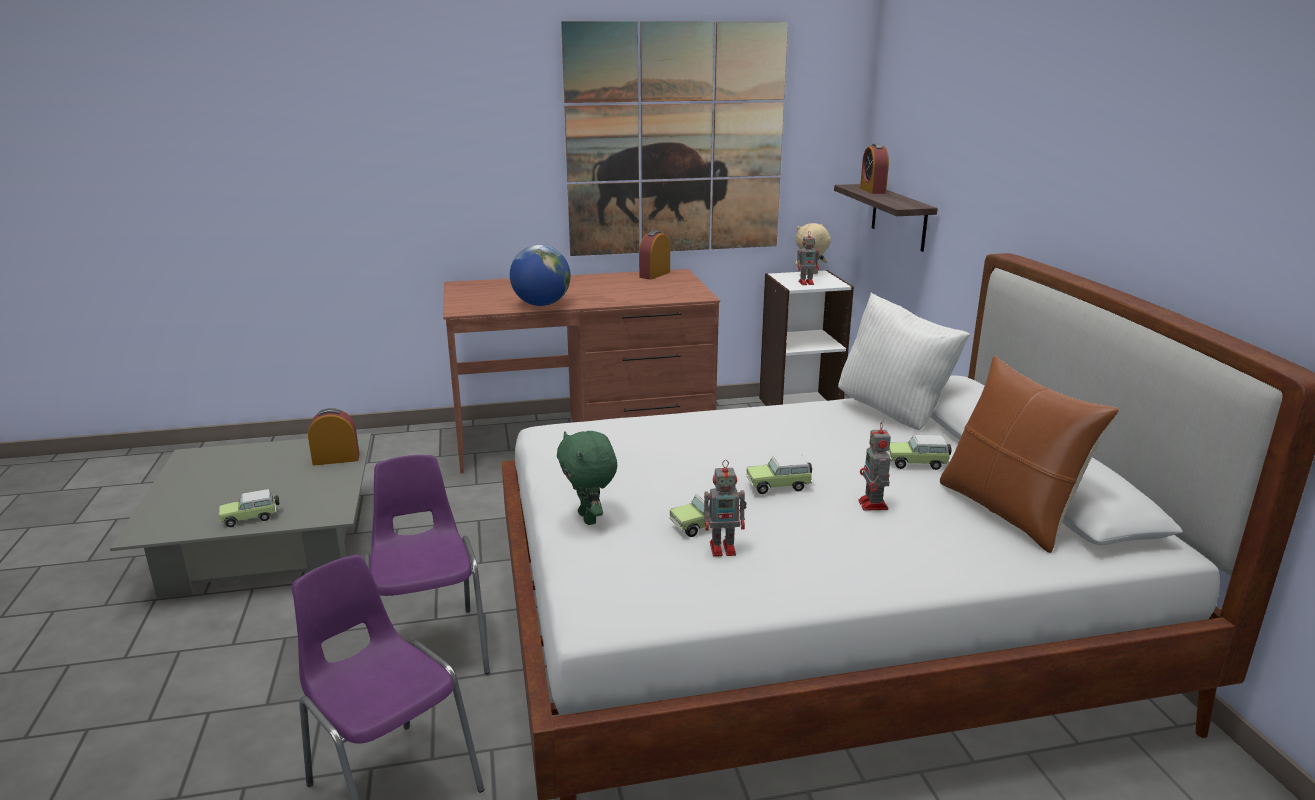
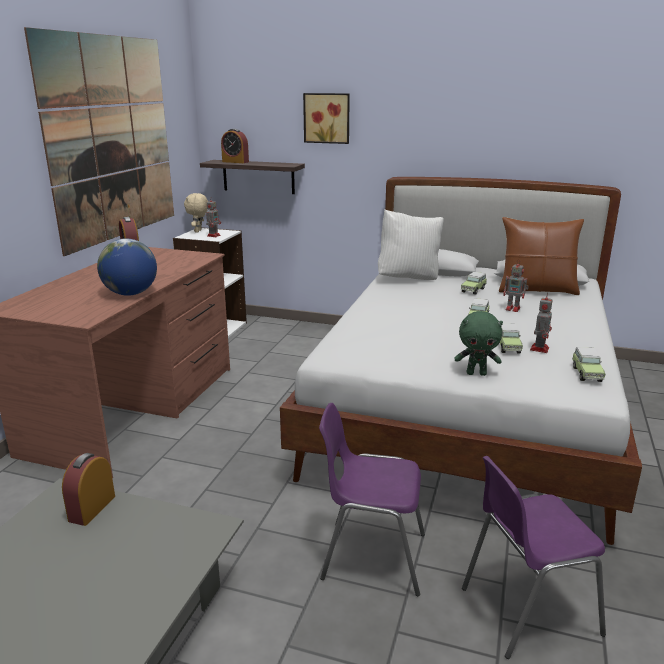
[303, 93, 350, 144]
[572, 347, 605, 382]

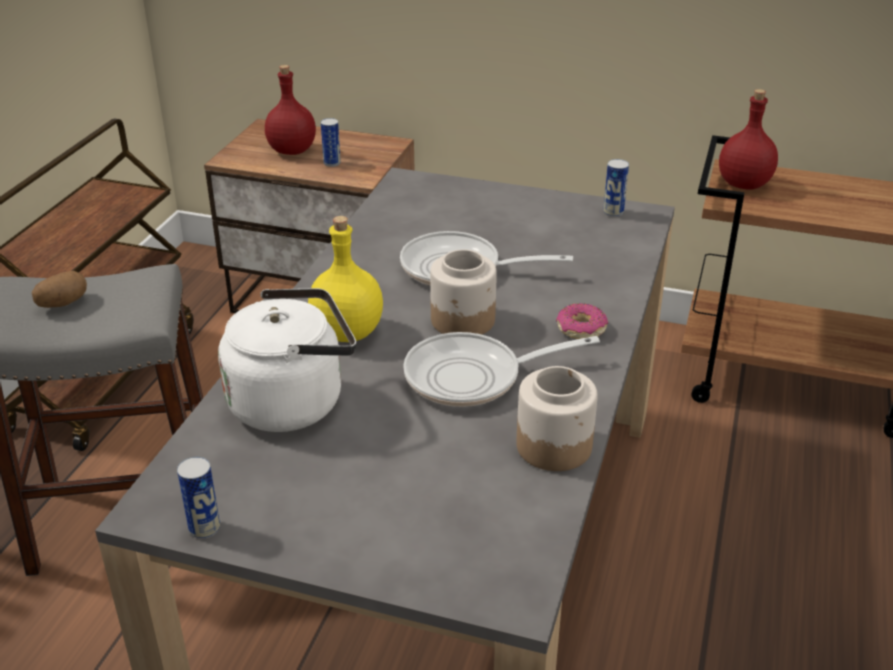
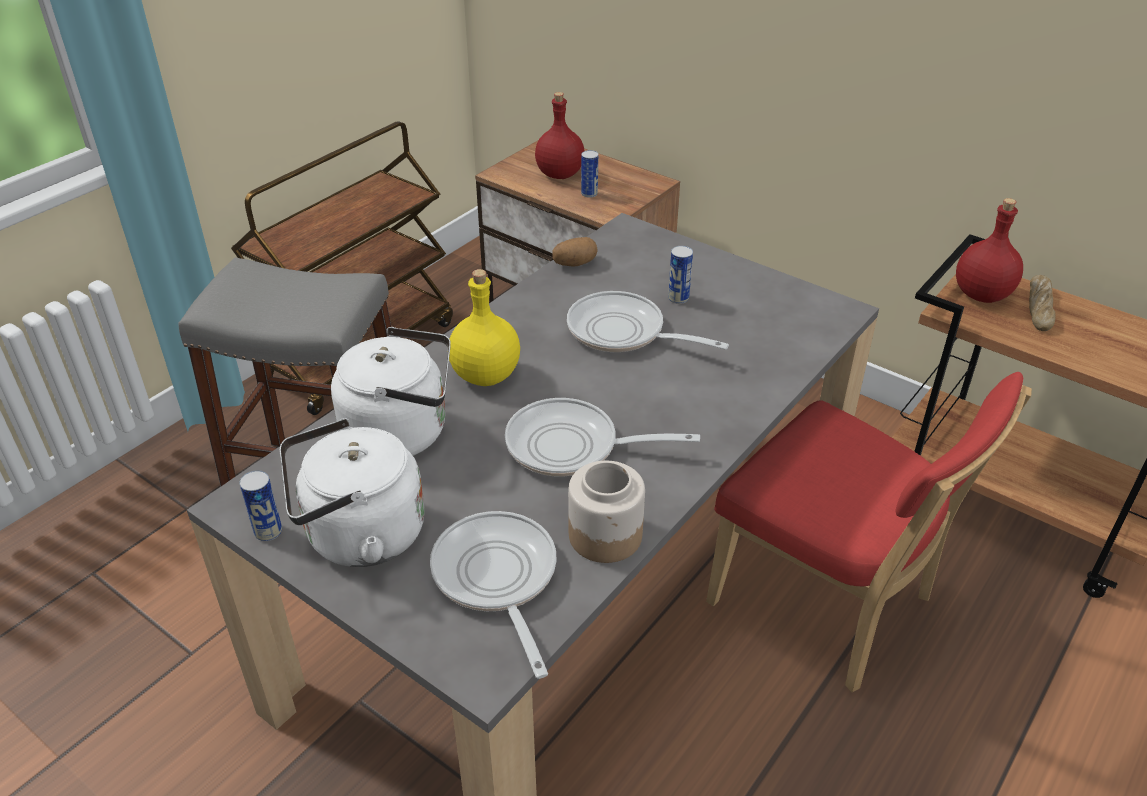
[430, 249, 497, 334] (first image)
[556, 303, 608, 339] (first image)
[280, 418, 425, 567]
[430, 511, 557, 679]
[706, 372, 1032, 692]
[1029, 275, 1056, 331]
[552, 237, 597, 267]
[668, 246, 693, 304]

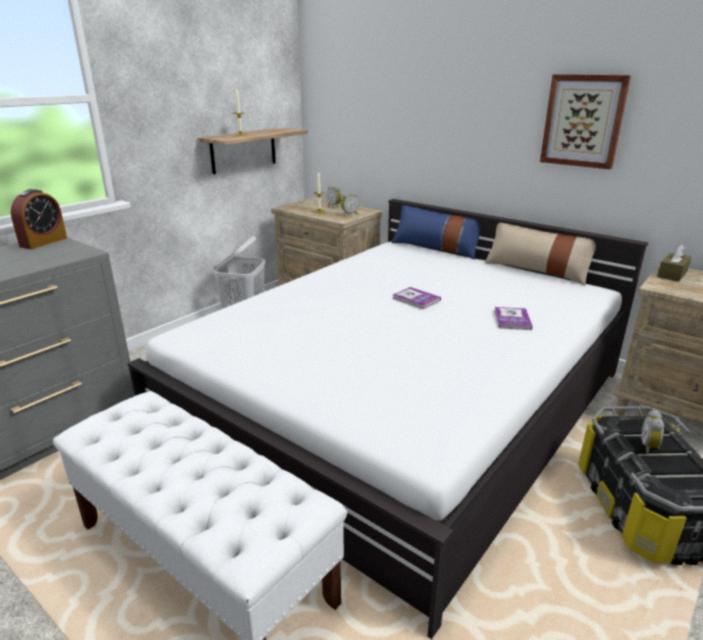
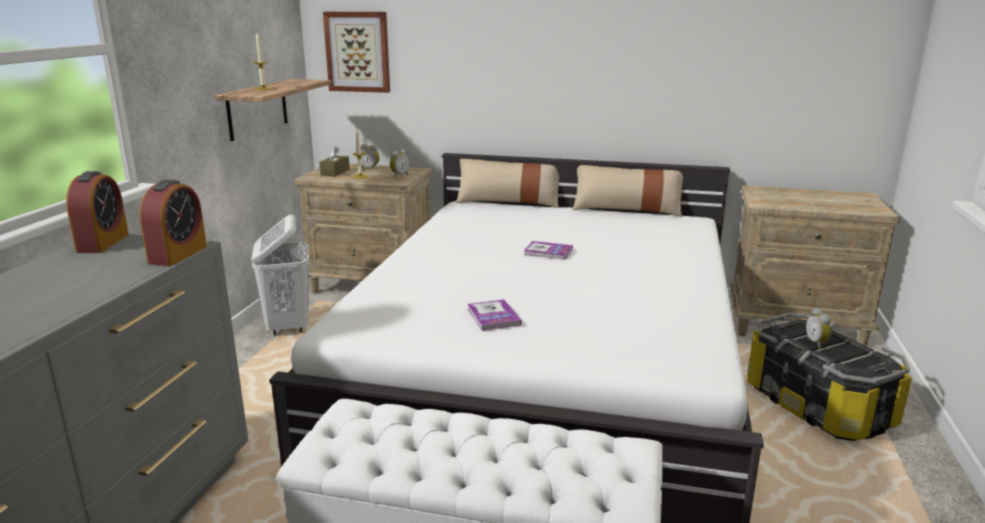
[140, 180, 207, 266]
[467, 299, 521, 331]
[323, 12, 390, 93]
[319, 146, 350, 176]
[456, 159, 559, 208]

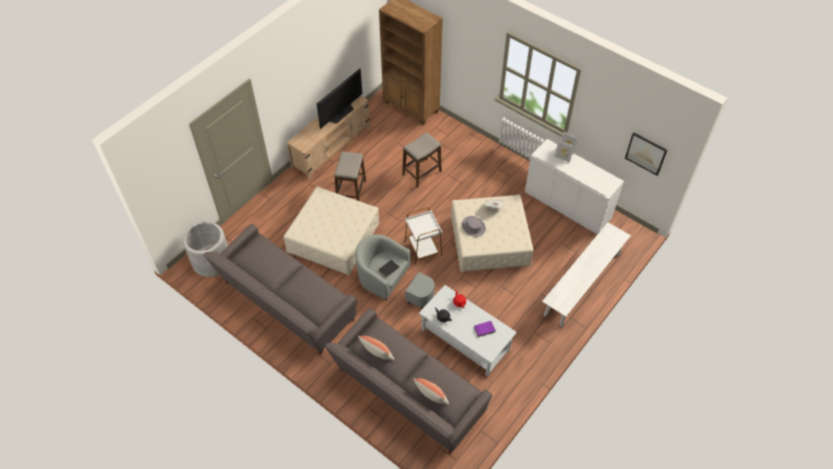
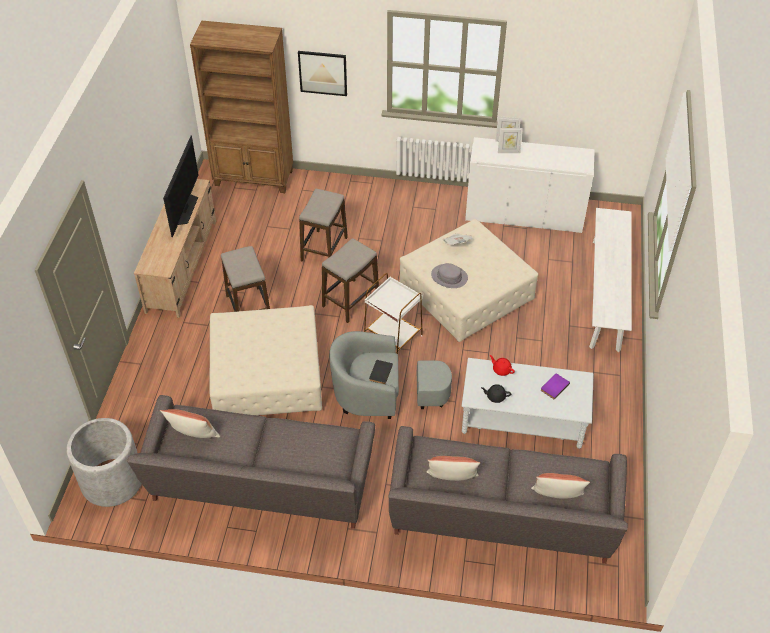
[160, 409, 220, 438]
[322, 238, 379, 323]
[298, 51, 347, 96]

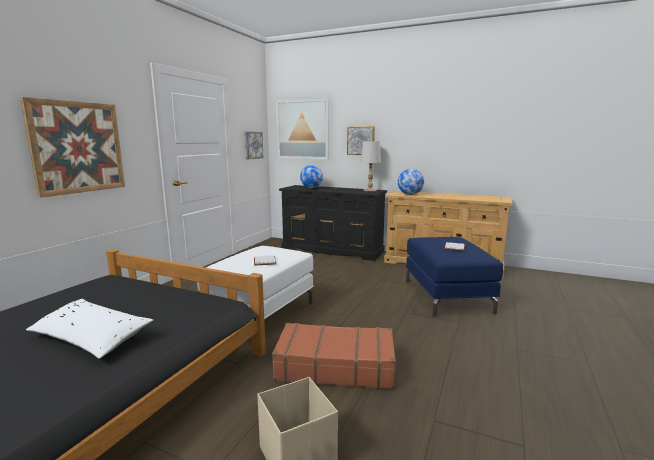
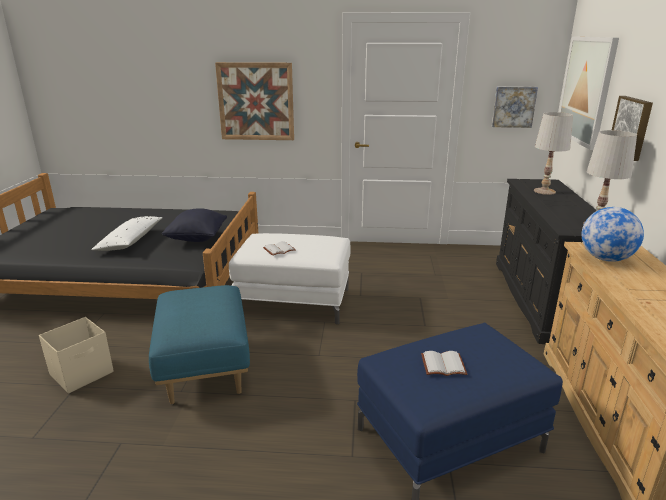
[162, 208, 227, 242]
[149, 285, 250, 404]
[534, 112, 573, 195]

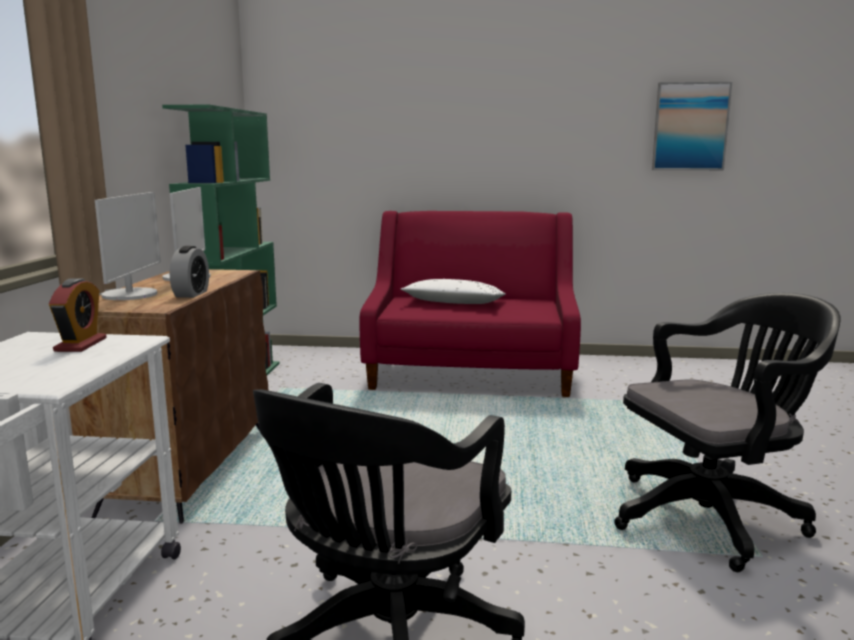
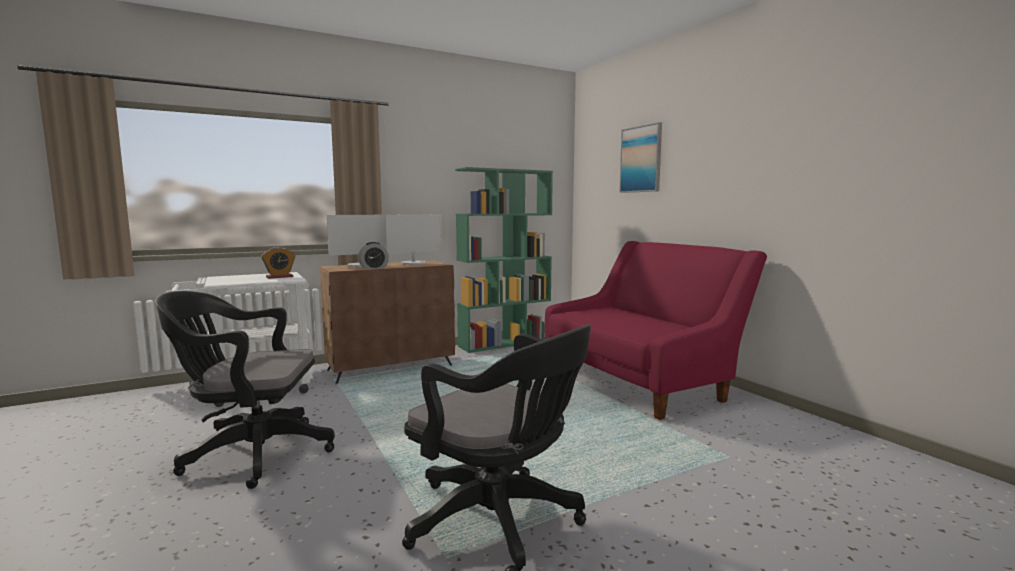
[401, 279, 506, 304] (first image)
[619, 122, 662, 193]

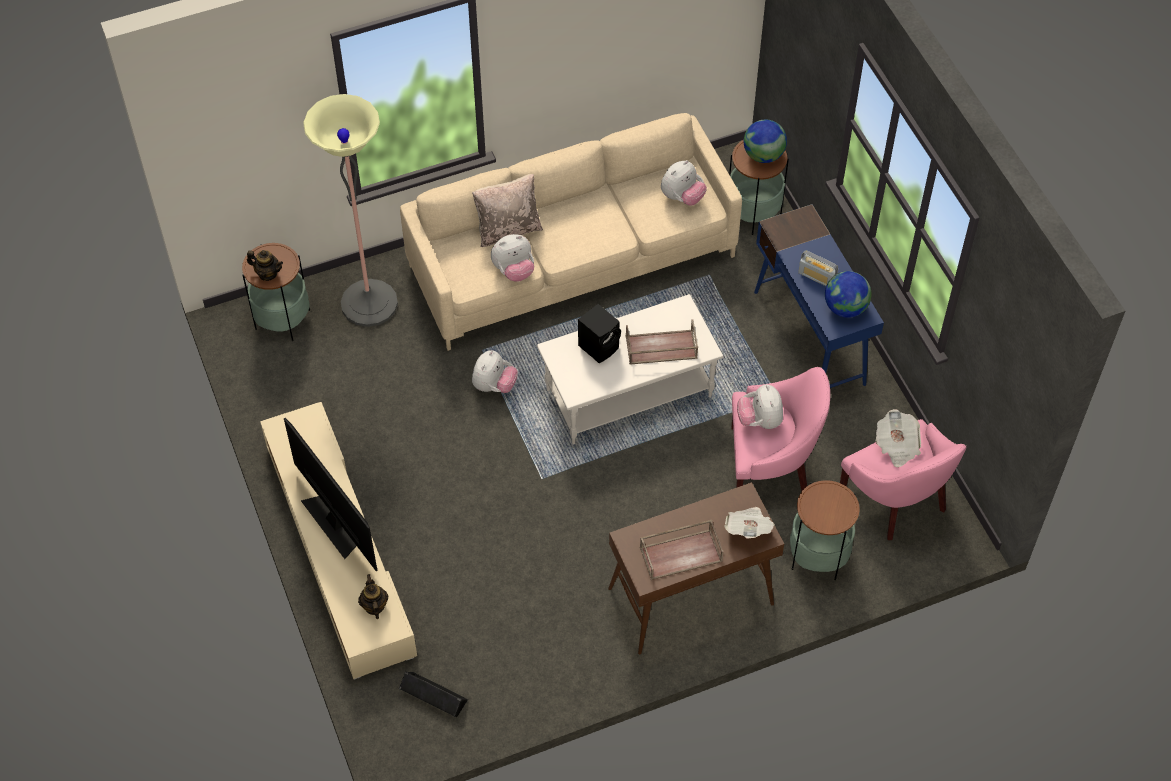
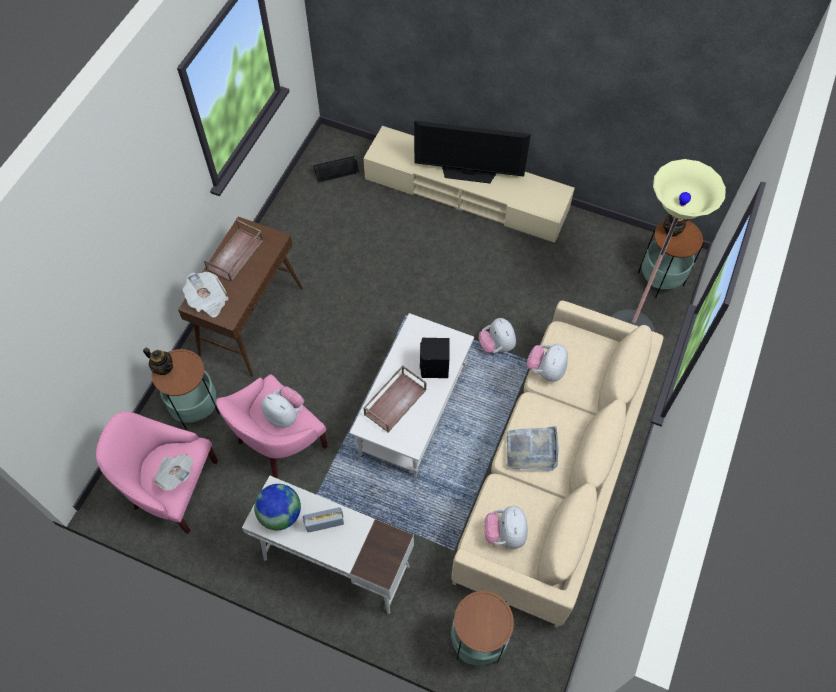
[472, 174, 543, 247] (first image)
[744, 120, 787, 163] (first image)
[506, 426, 559, 471]
[143, 348, 173, 375]
[242, 475, 414, 614]

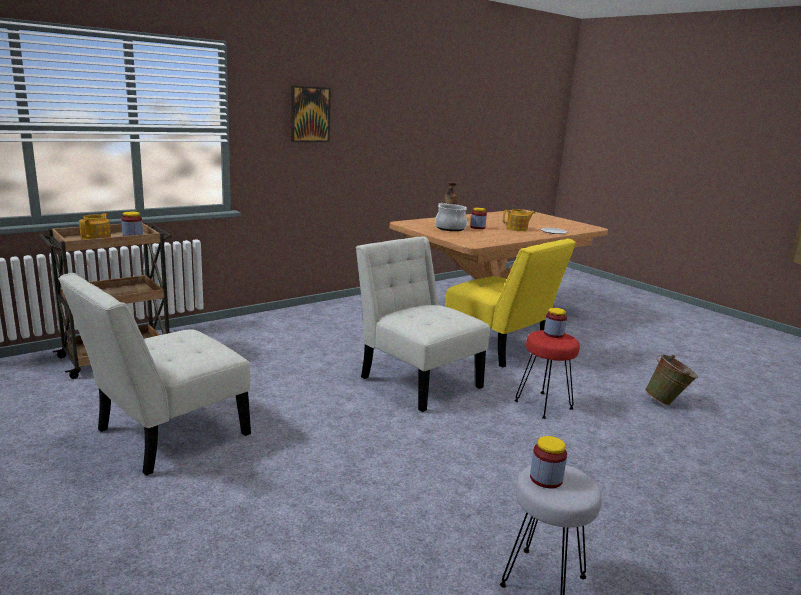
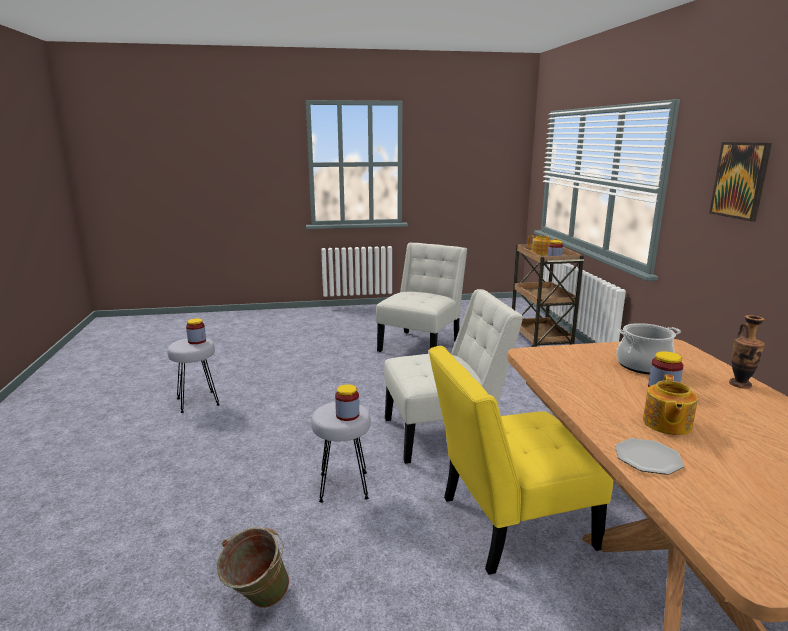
[311, 402, 371, 503]
[376, 242, 467, 352]

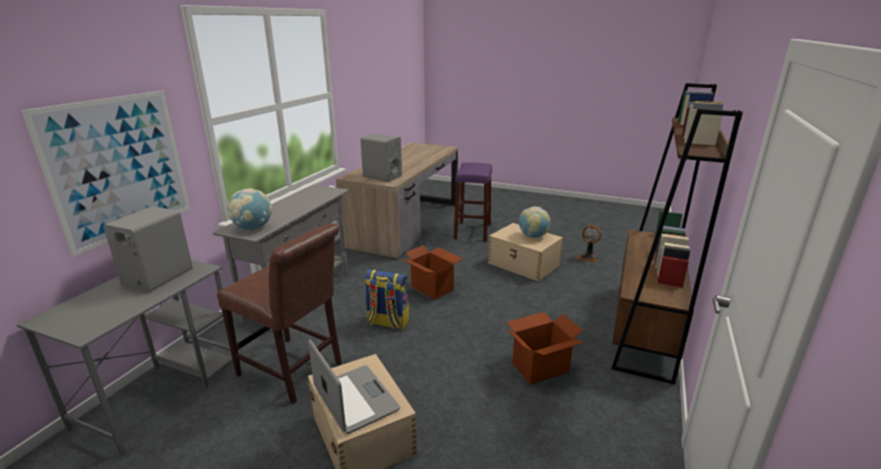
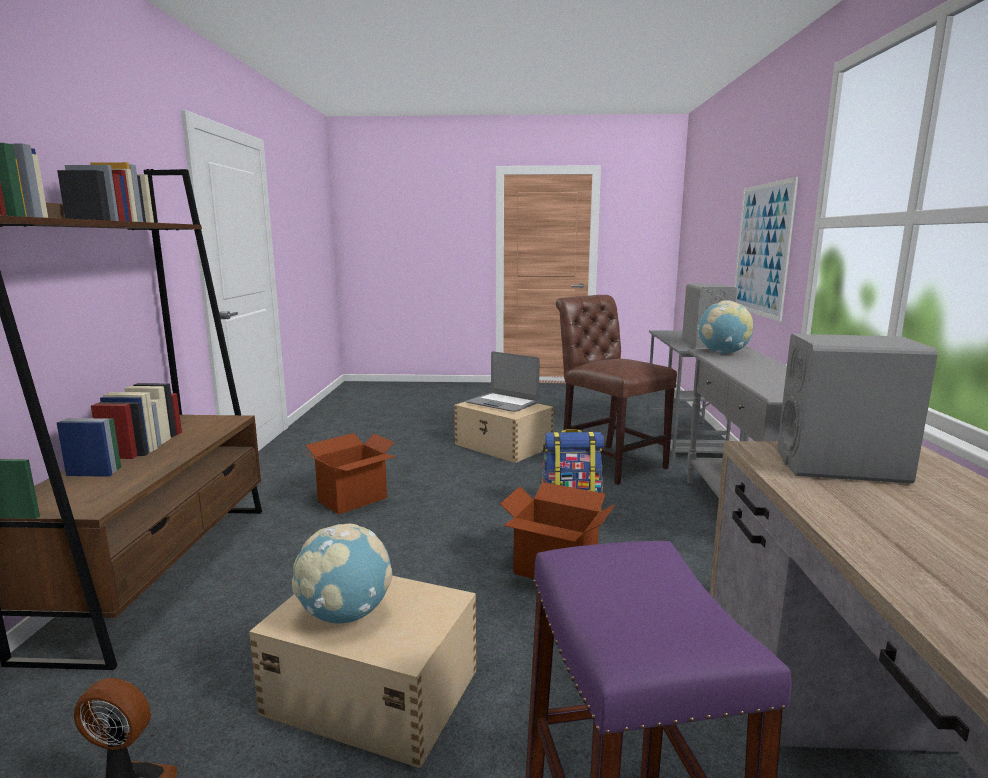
[556, 295, 677, 485]

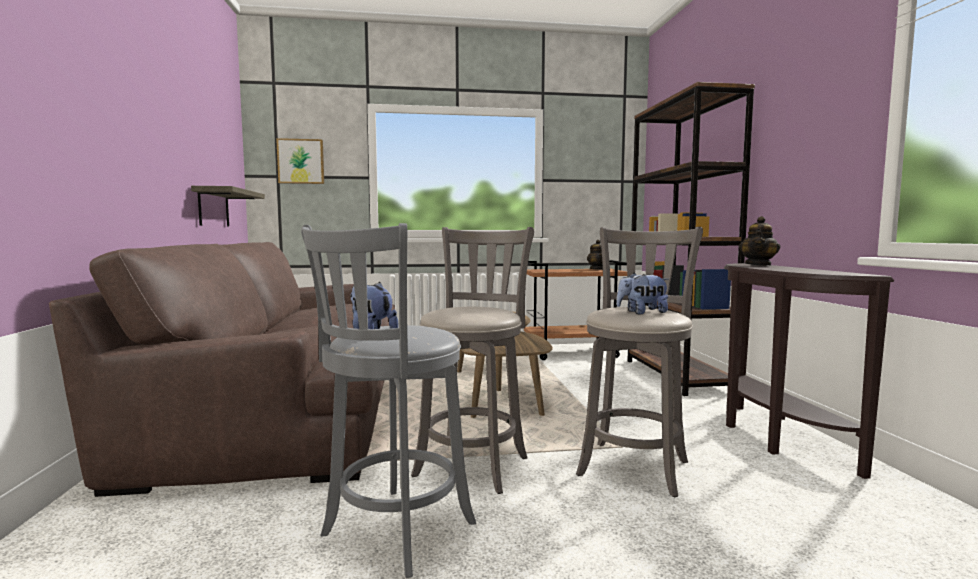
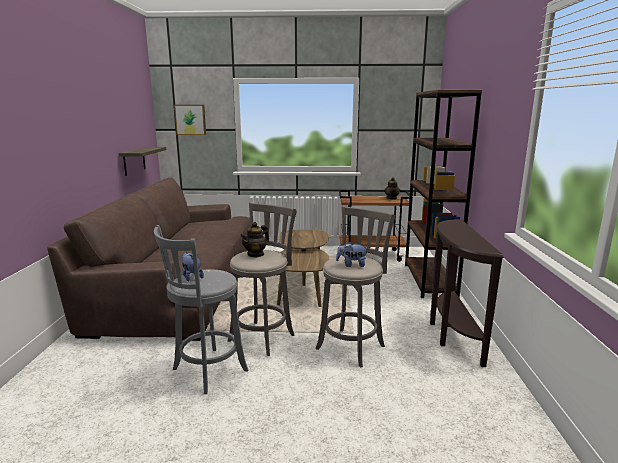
[240, 222, 269, 258]

